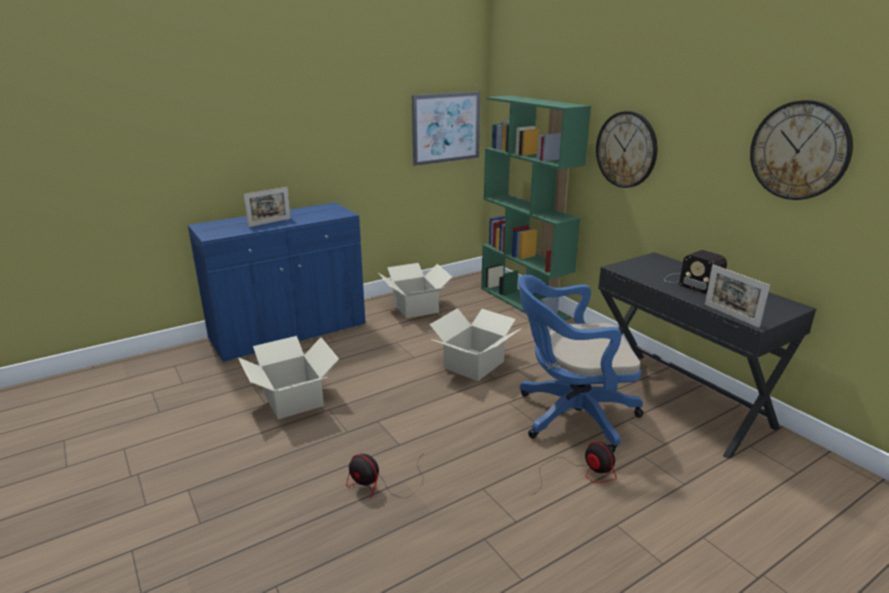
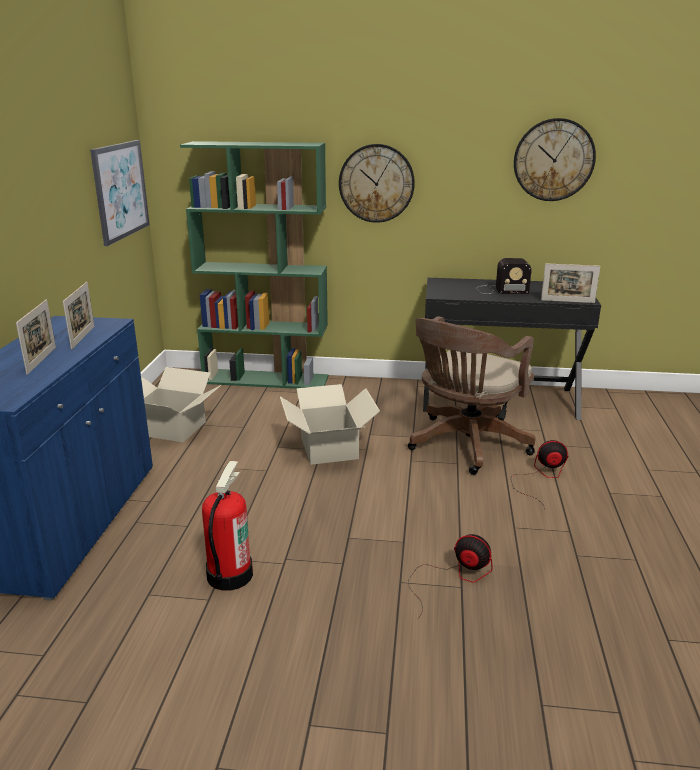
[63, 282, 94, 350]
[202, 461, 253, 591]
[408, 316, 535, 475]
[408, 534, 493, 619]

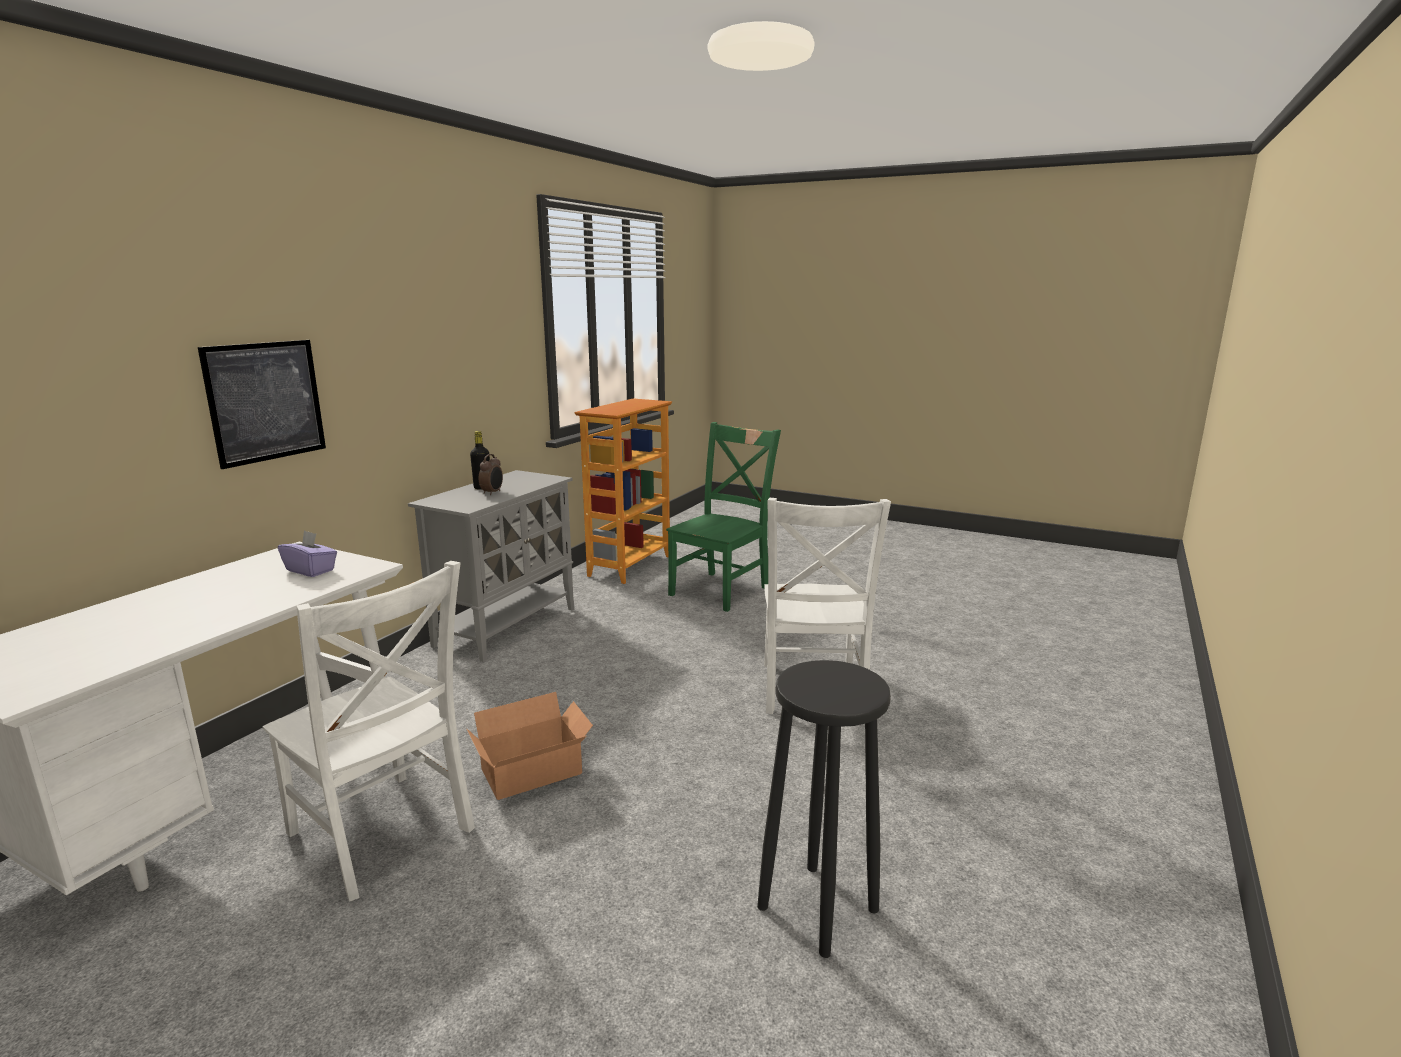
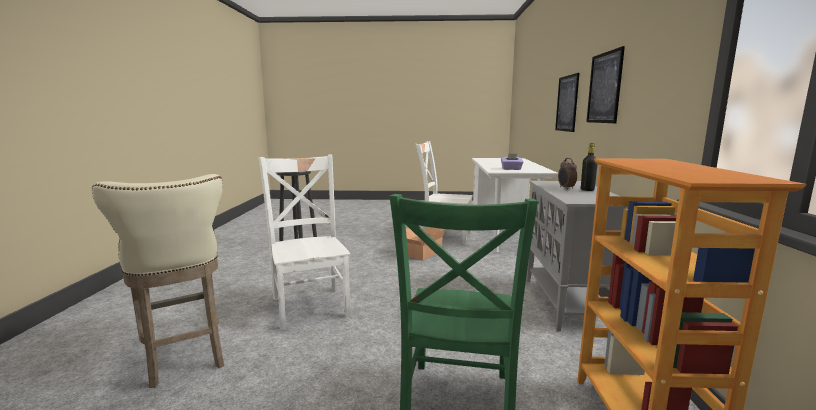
[92, 174, 224, 388]
[586, 46, 625, 123]

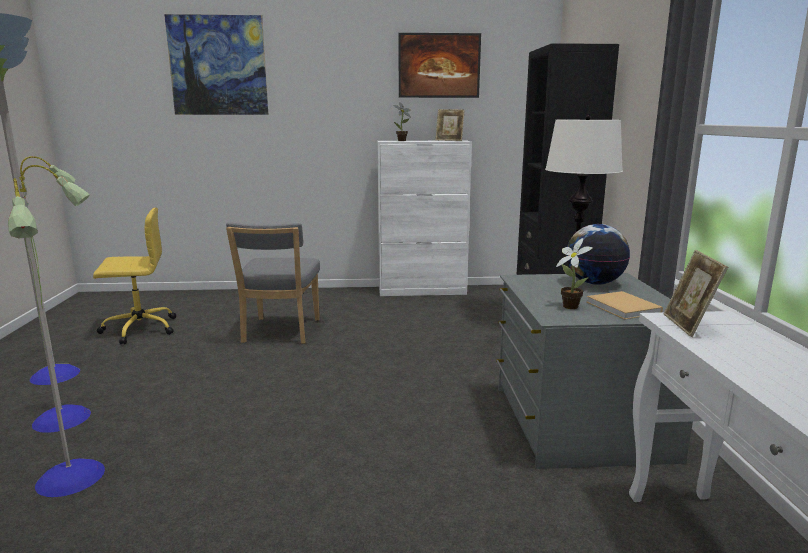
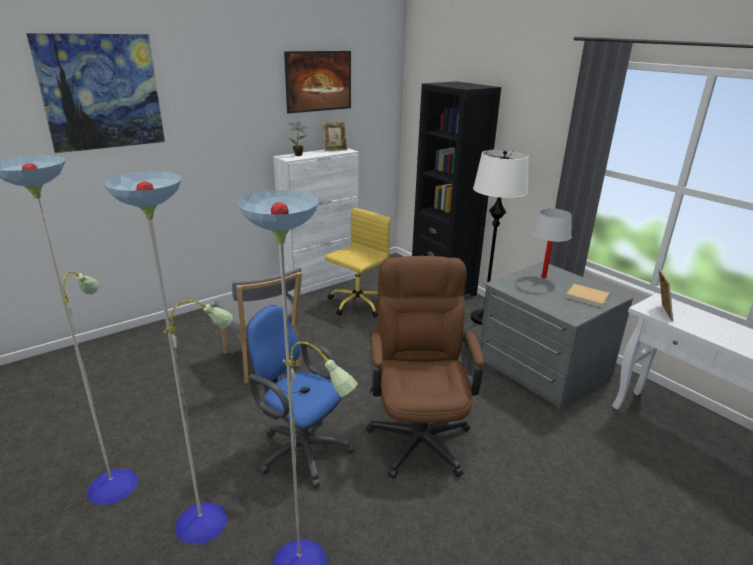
[556, 238, 592, 309] (first image)
[246, 305, 354, 488]
[366, 256, 484, 479]
[325, 208, 391, 317]
[532, 208, 572, 278]
[659, 268, 673, 321]

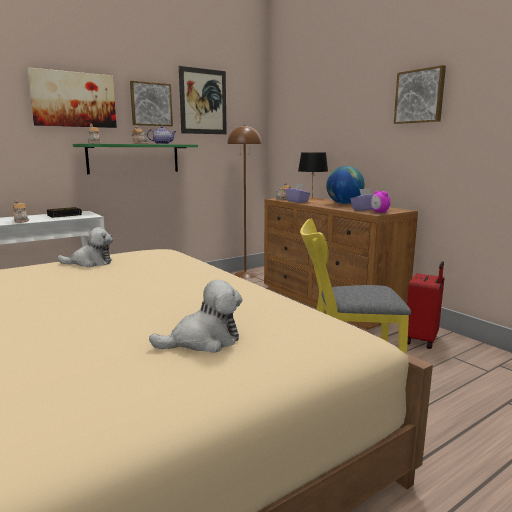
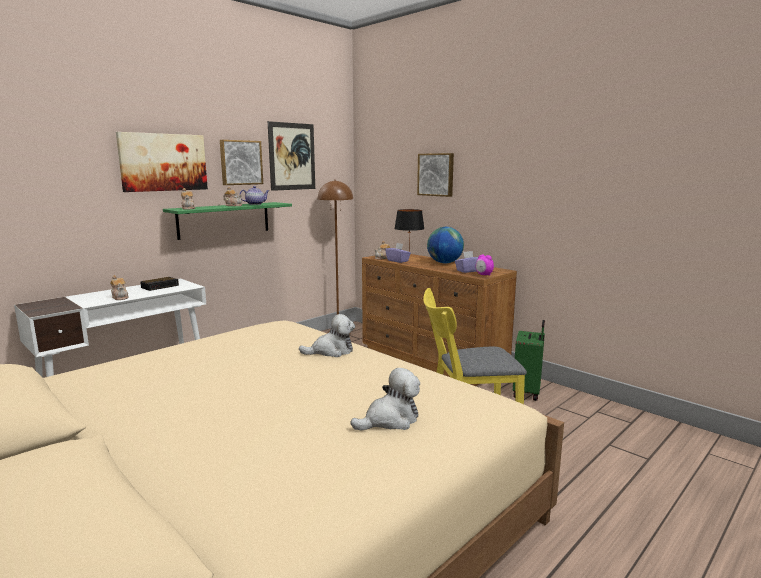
[299, 314, 355, 357]
[417, 153, 454, 197]
[513, 320, 545, 401]

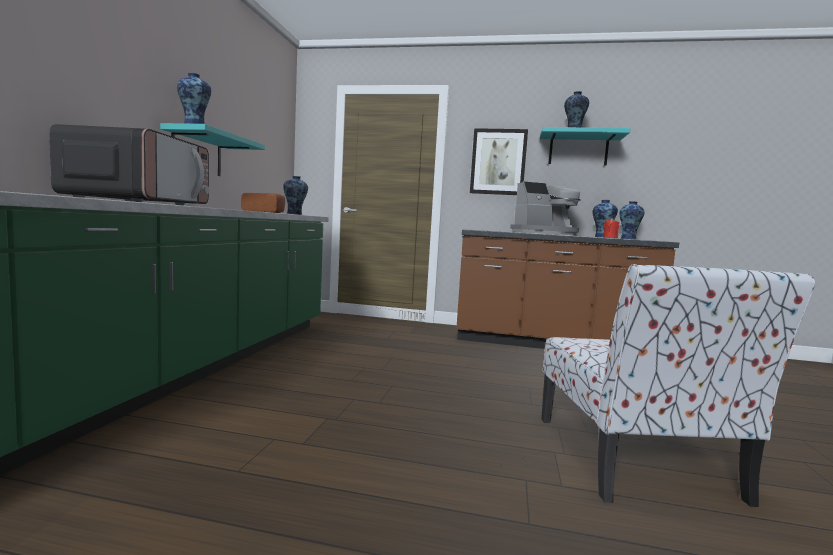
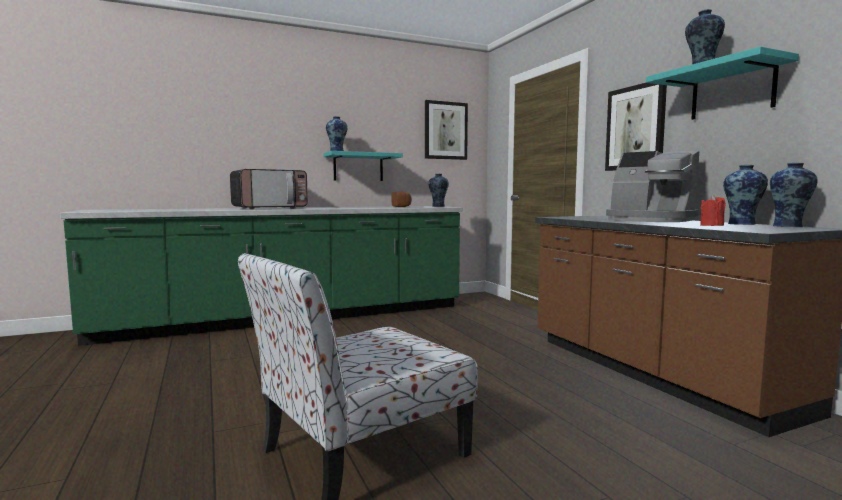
[425, 100, 468, 160]

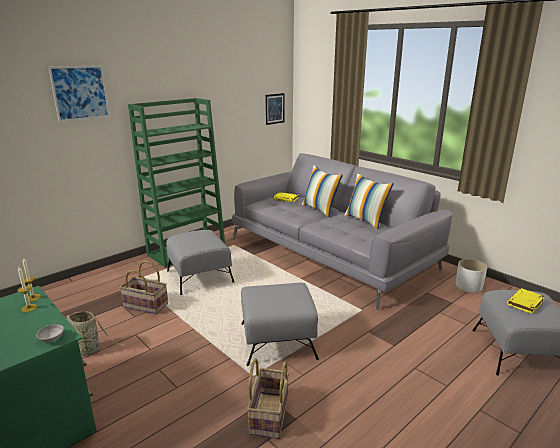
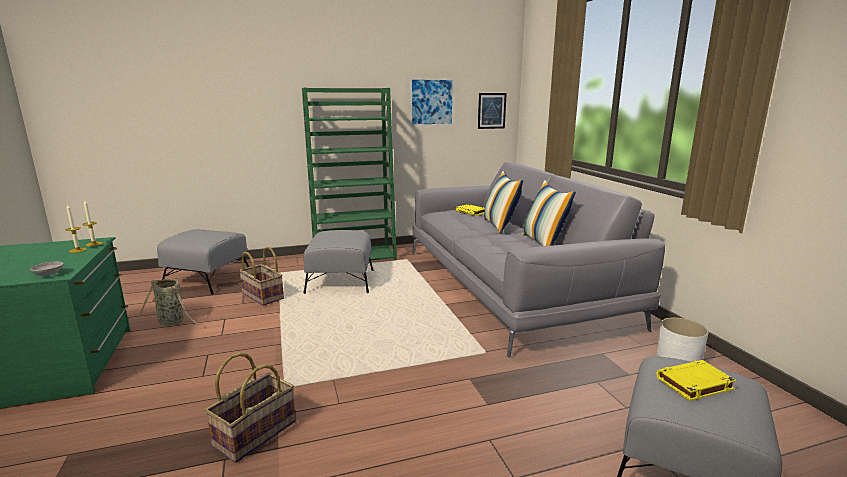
[410, 78, 454, 126]
[157, 229, 249, 295]

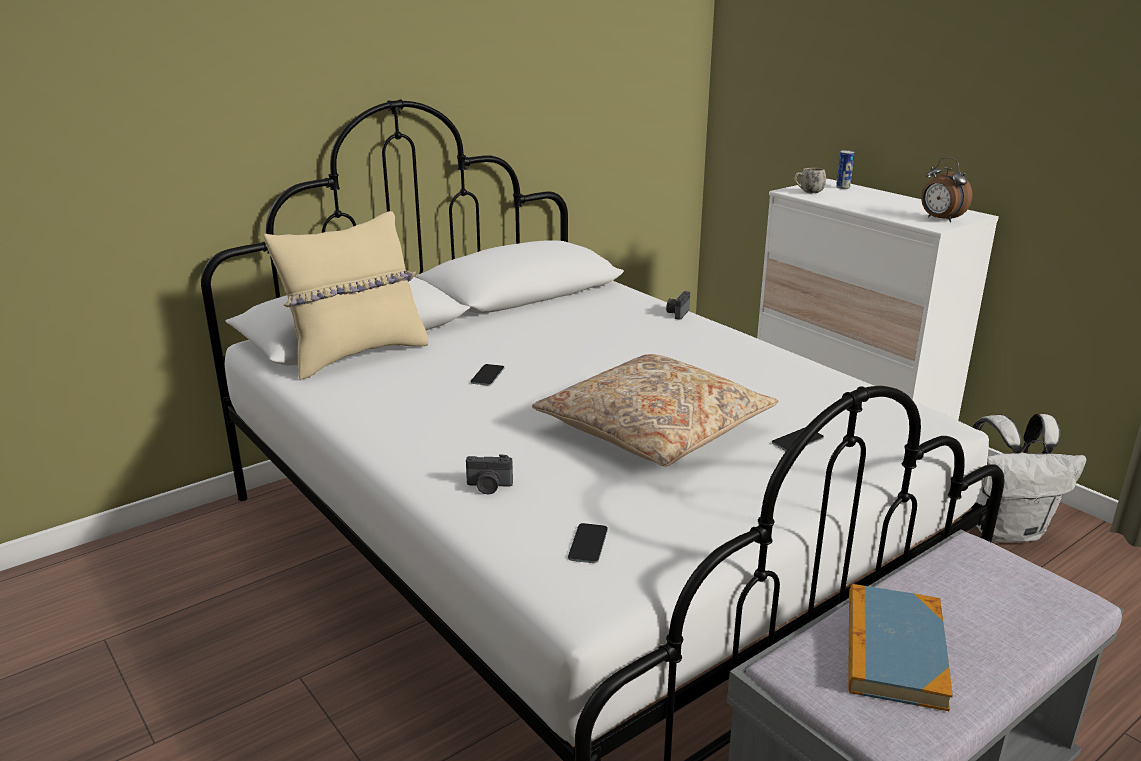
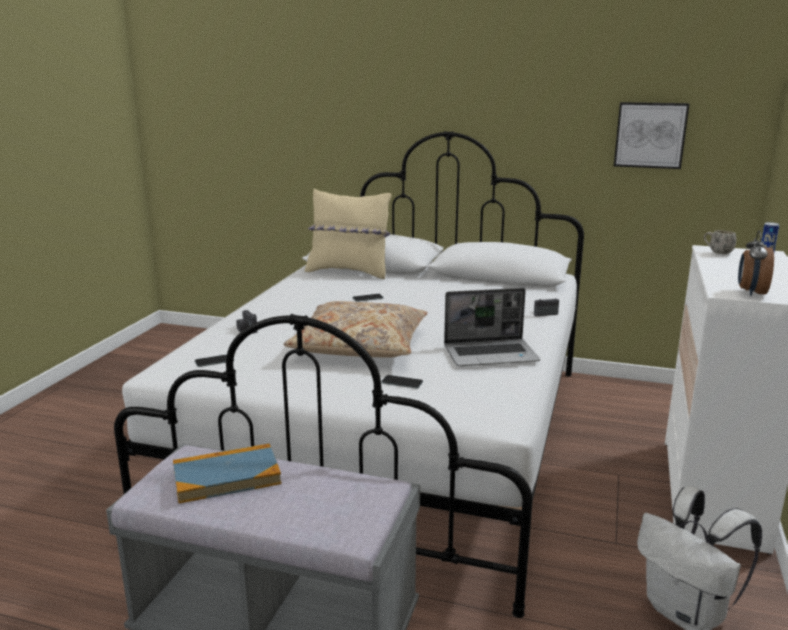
[444, 288, 540, 366]
[614, 102, 689, 169]

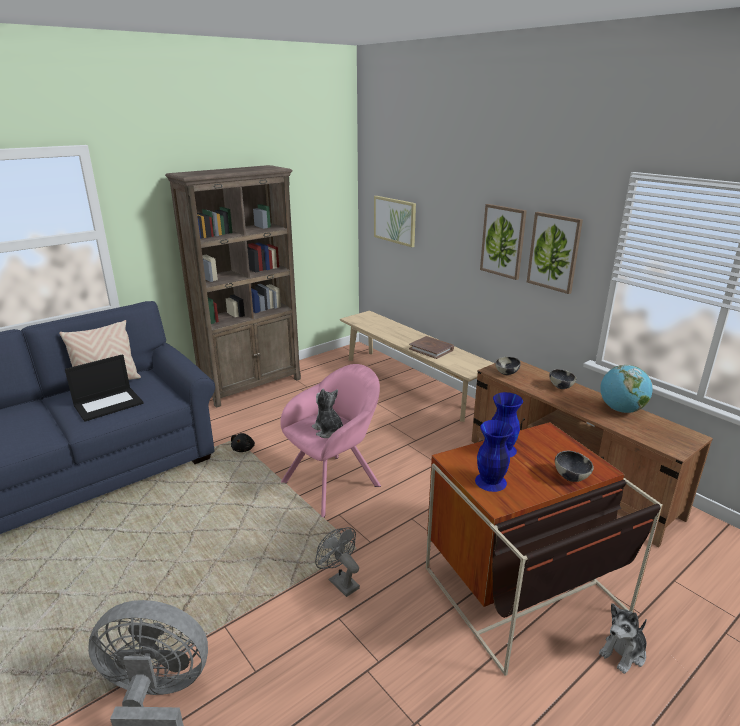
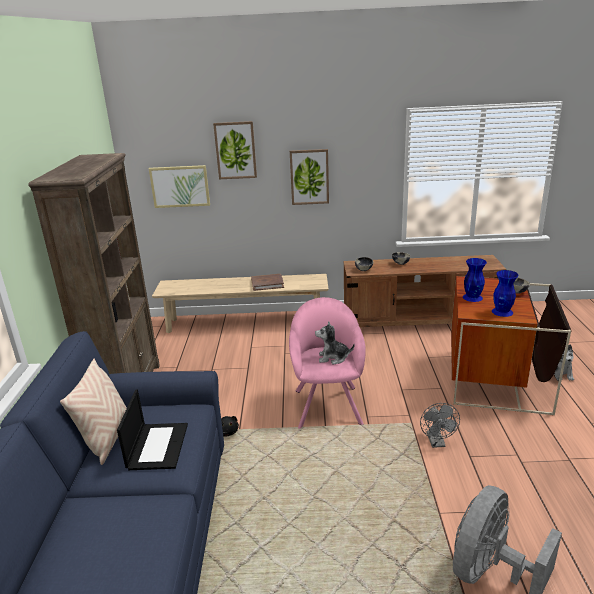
[600, 365, 653, 413] (first image)
[213, 121, 257, 179]
[420, 403, 460, 448]

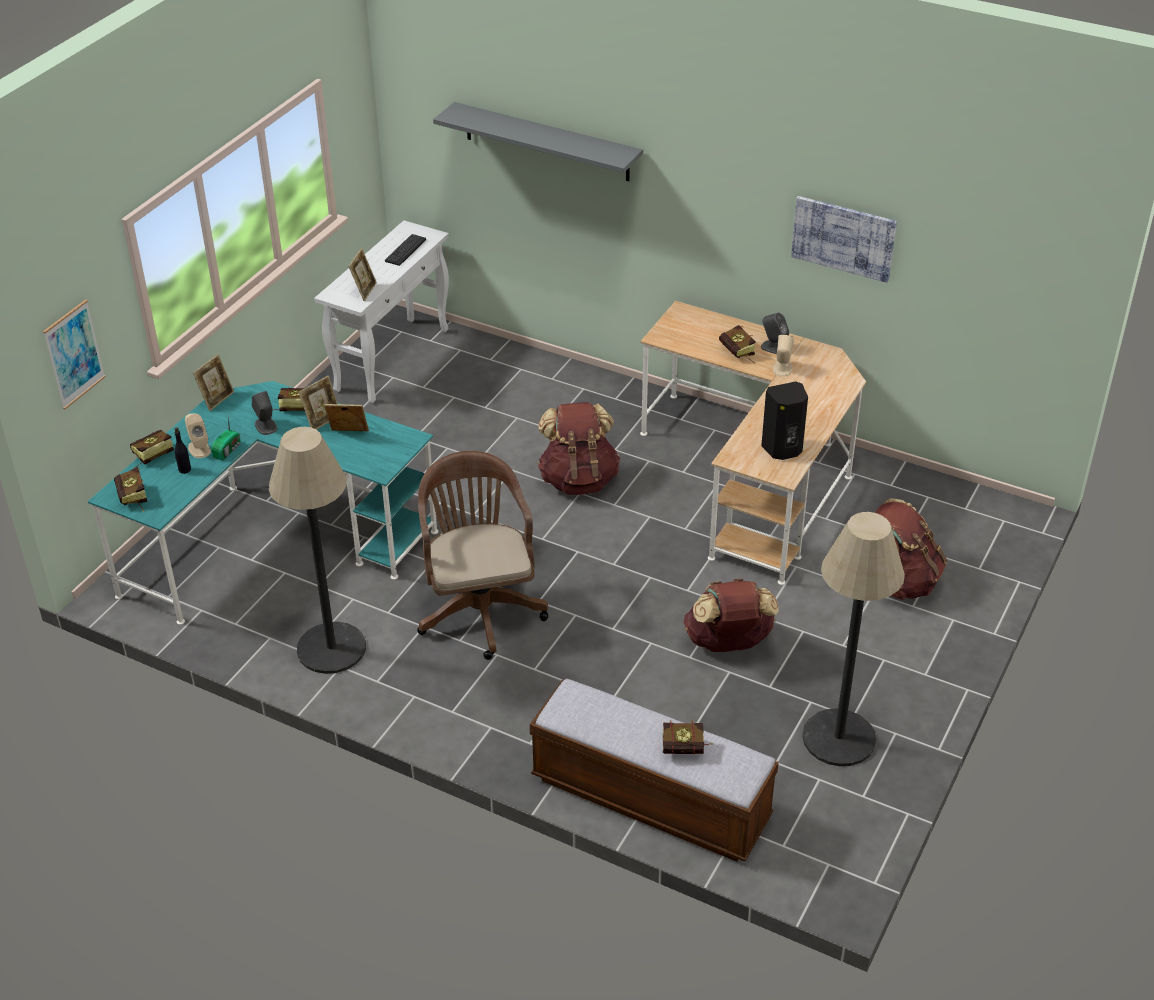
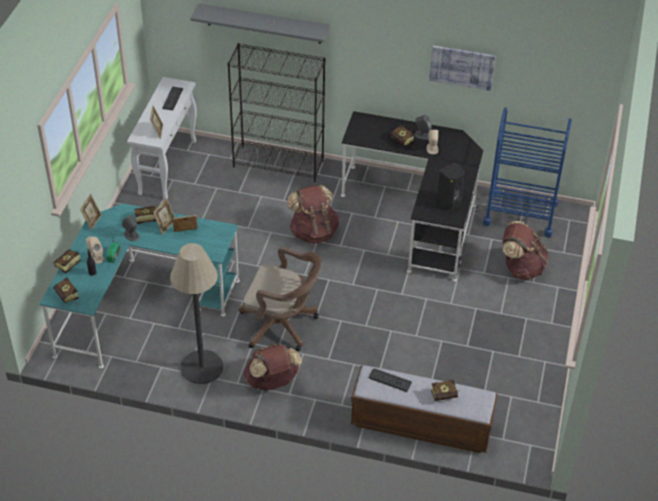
[43, 299, 106, 409] (first image)
[802, 512, 905, 766] (first image)
[227, 43, 326, 182]
[369, 368, 412, 392]
[483, 107, 572, 237]
[244, 343, 302, 390]
[341, 111, 483, 282]
[239, 247, 321, 351]

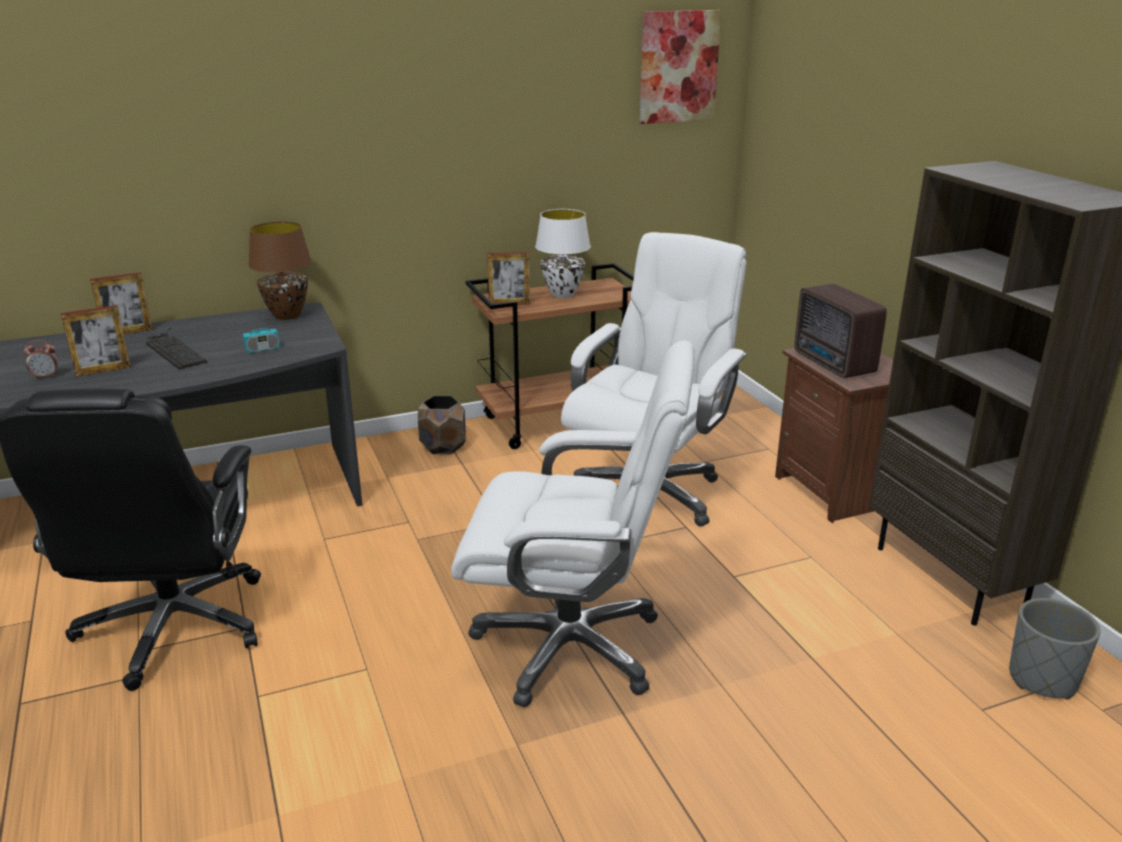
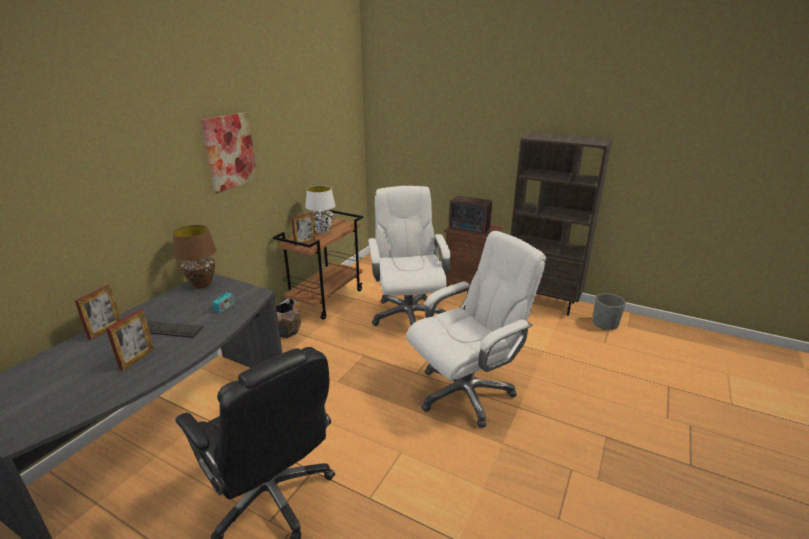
[24, 340, 58, 379] (first image)
[201, 112, 257, 193]

